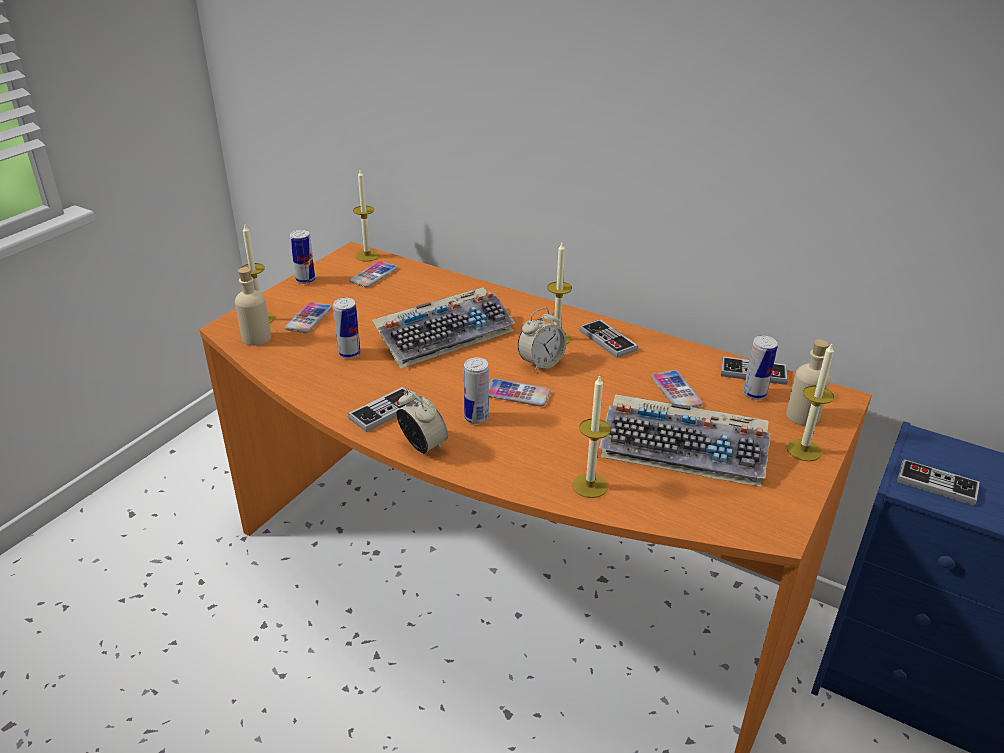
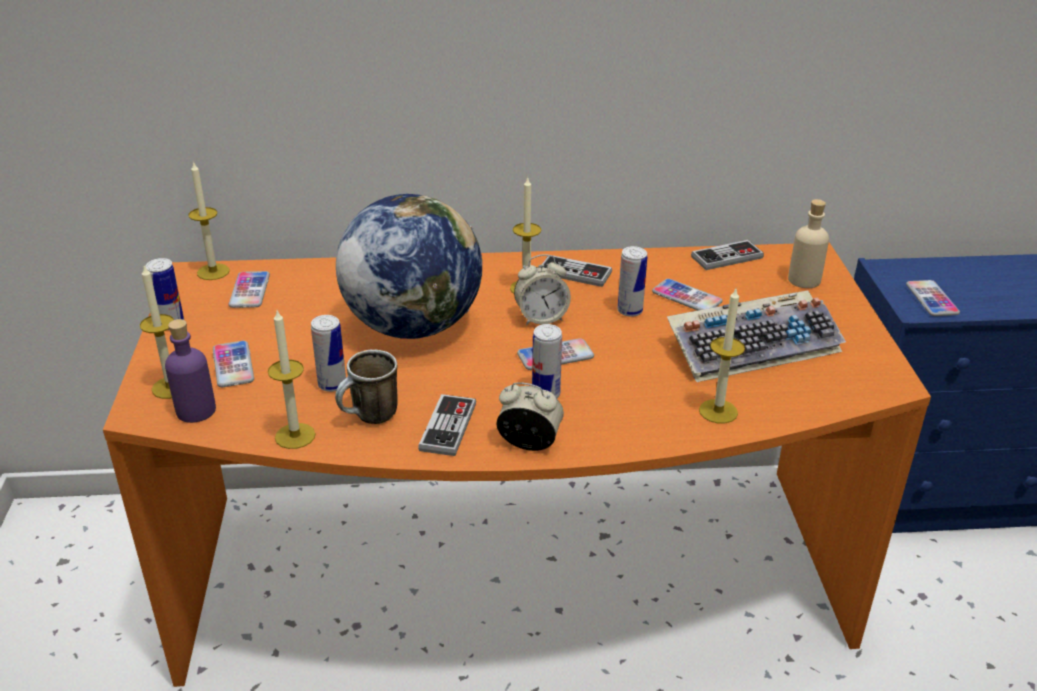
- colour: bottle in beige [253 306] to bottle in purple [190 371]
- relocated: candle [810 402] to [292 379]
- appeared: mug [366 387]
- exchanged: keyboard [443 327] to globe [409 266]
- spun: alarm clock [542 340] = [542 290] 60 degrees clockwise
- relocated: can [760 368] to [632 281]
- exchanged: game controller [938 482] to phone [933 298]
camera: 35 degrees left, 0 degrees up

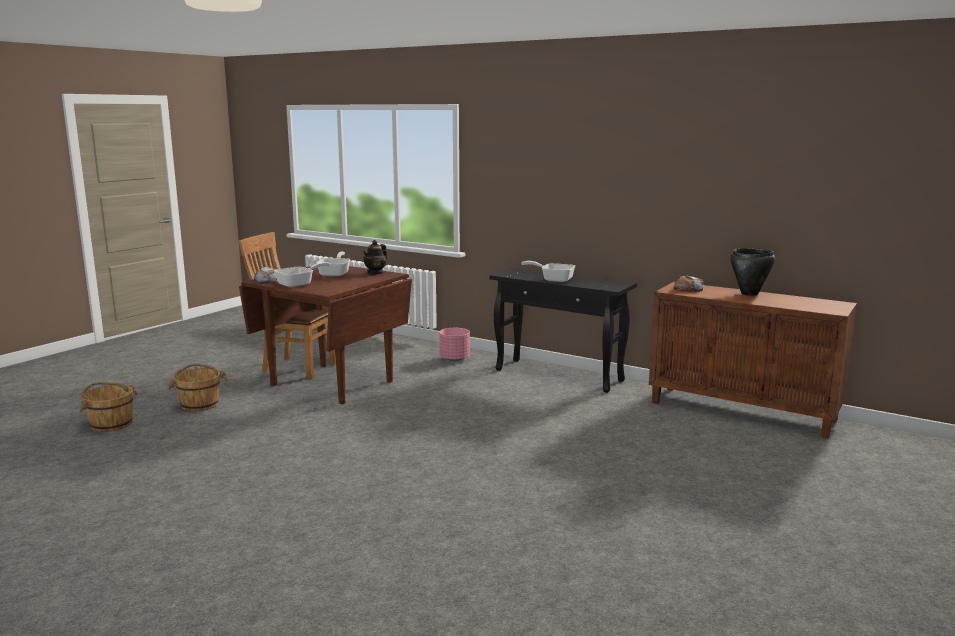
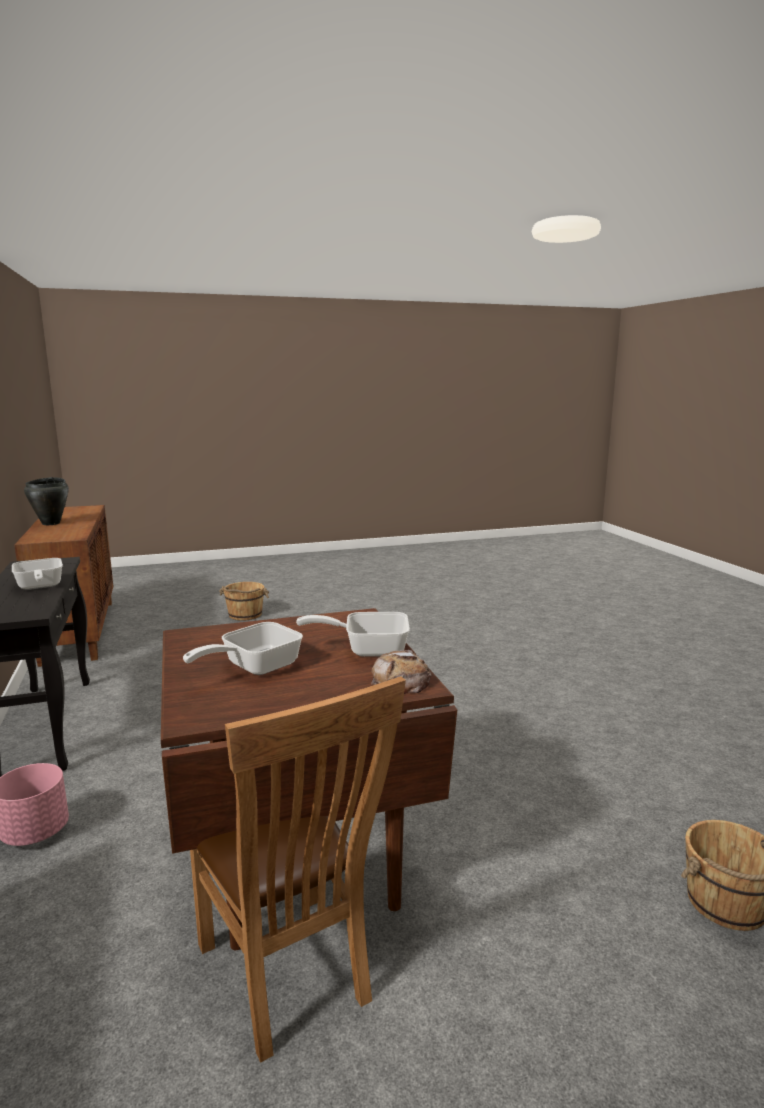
- relocated: bucket in brown [198 387] to [244 601]
- missing: teapot [375 257]
- missing: bread [688 283]
camera: 140 degrees left, 0 degrees up

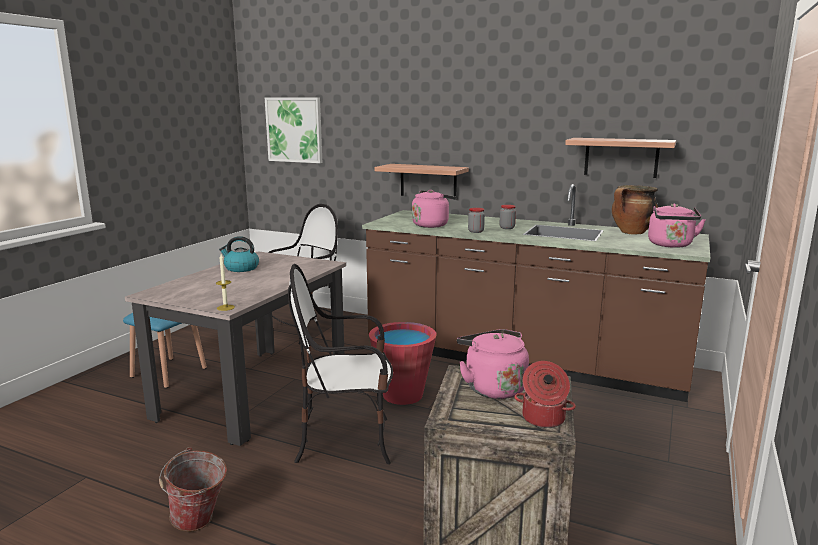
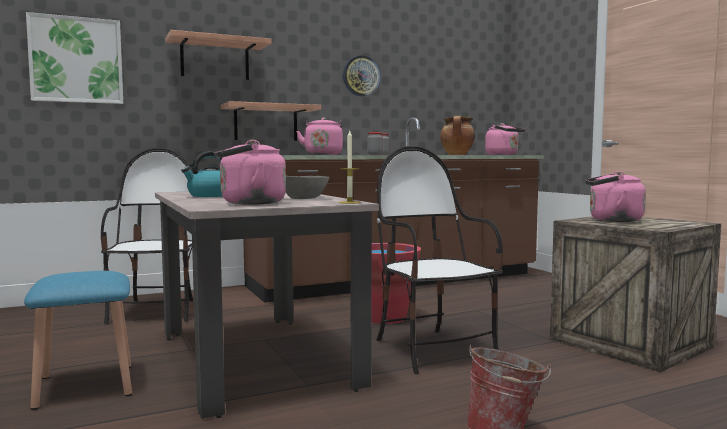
- relocated: shelf [620 158] to [218 55]
- appeared: kettle in pink [250 172]
- appeared: bowl in grey [307 187]
- appeared: wall clock [362 76]
- spun: chair [340 364] = [439 260] 120 degrees clockwise
- missing: cooking pot [545 394]
camera: 50 degrees left, 10 degrees down

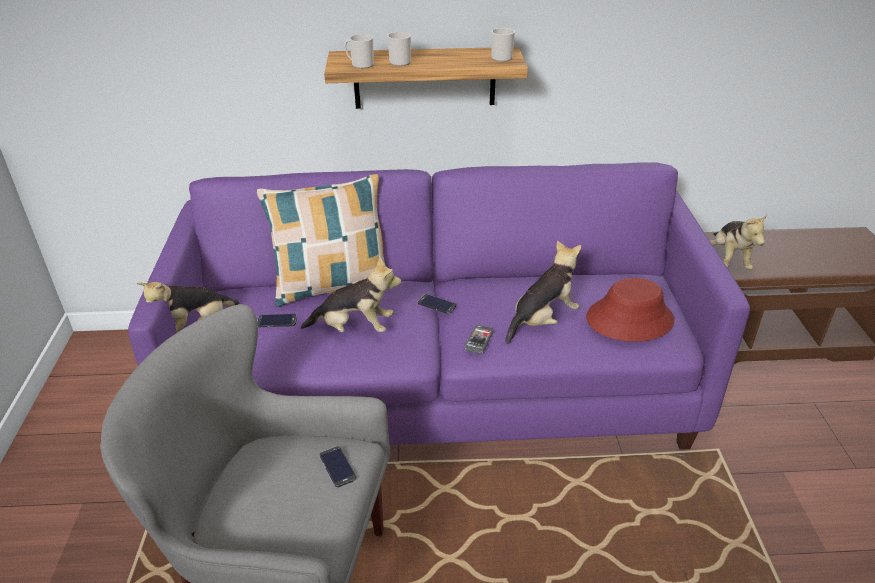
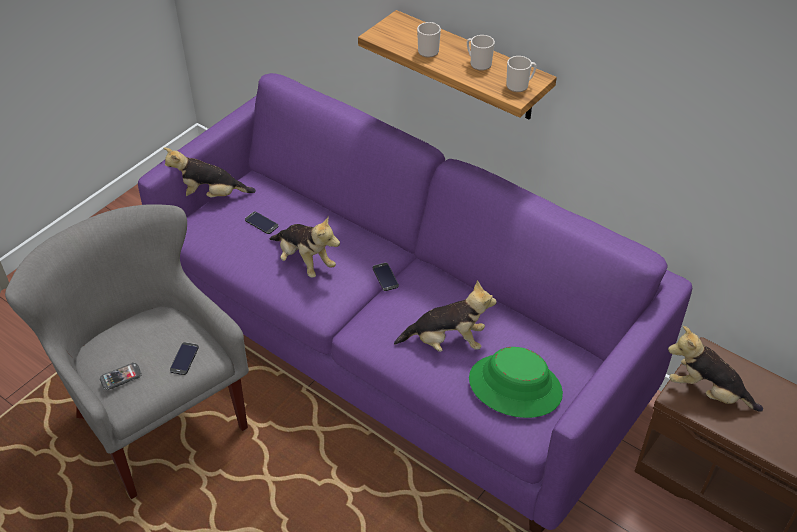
- relocated: phone [479 339] to [121 376]
- relocated: mug [359 51] to [481 53]
- colour: hat in red [630 310] to hat in green [516 382]
- spun: plush toy [738 242] = [715 369] 75 degrees clockwise
- missing: pillow [321 240]
camera: 40 degrees right, 10 degrees up

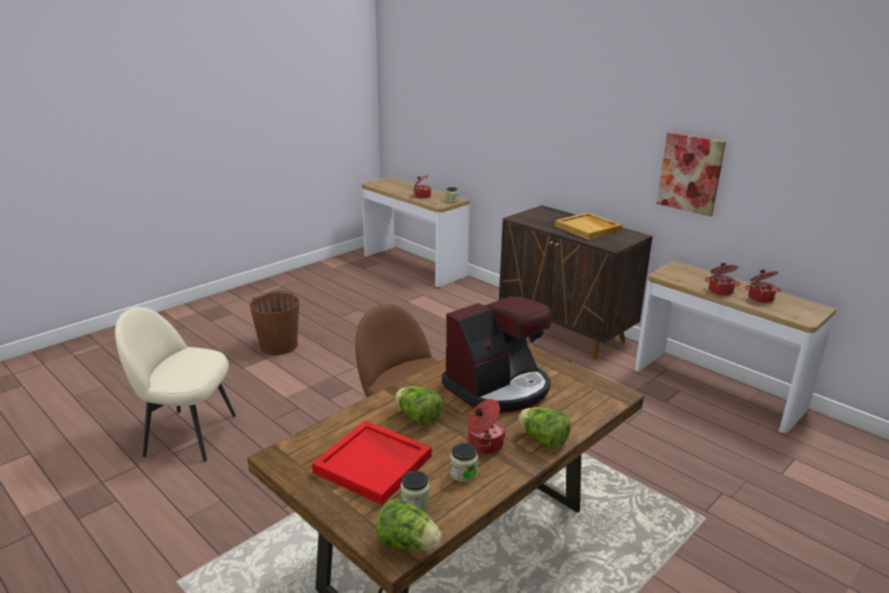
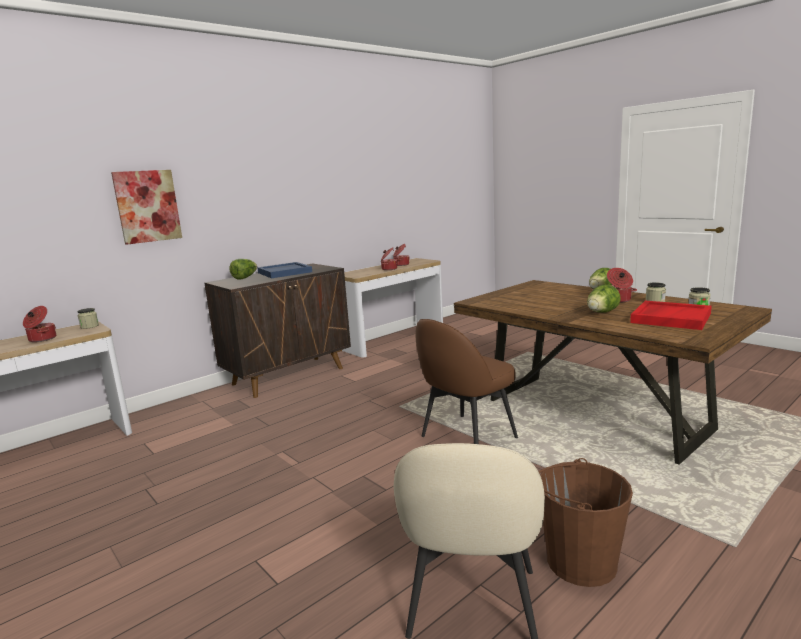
- relocated: picture [691 174] to [146 207]
- relocated: lettuce [409 524] to [243 269]
- colour: tray in beige [588 226] to tray in blue [284 270]
- relocated: bucket in brown [274 323] to [586 522]
- missing: coffee machine [497 354]
camera: 85 degrees left, 10 degrees down

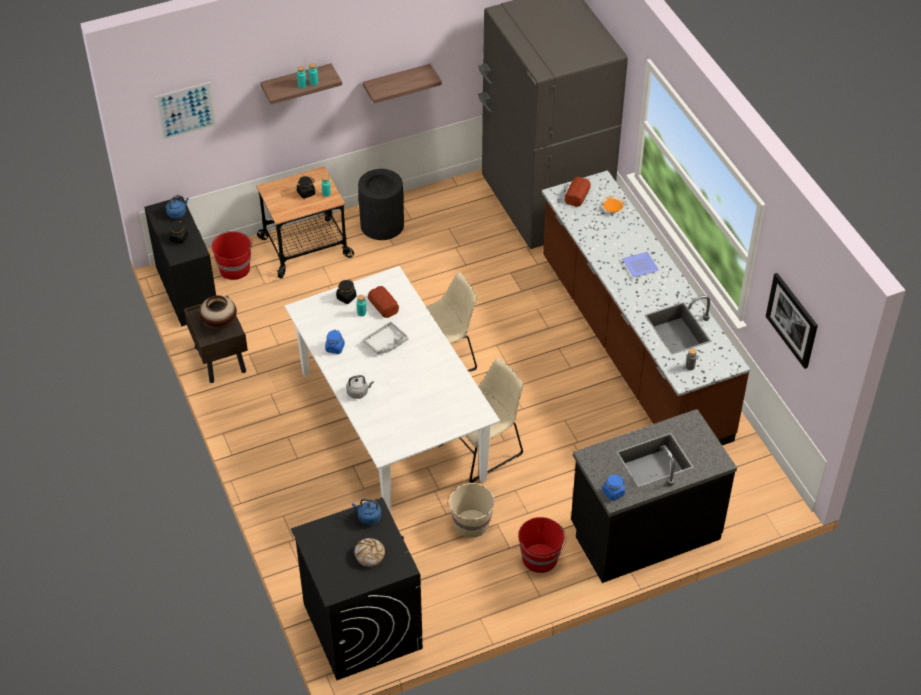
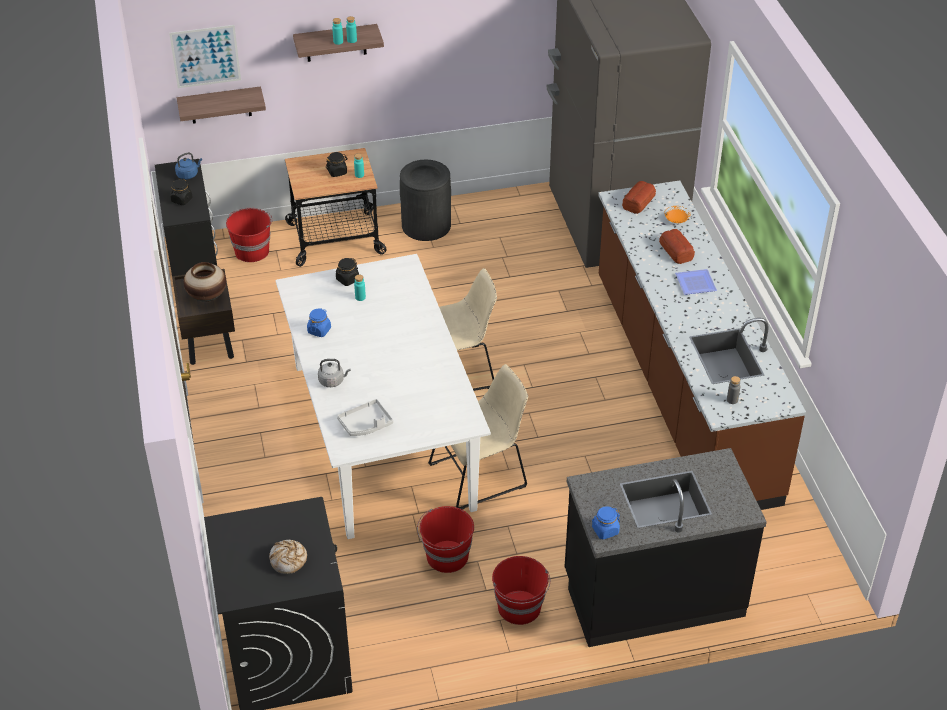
- relocated: shelf [402 83] to [221 105]
- relocated: tray in grey [386 338] to [365 417]
- colour: bucket in beige [471 510] to bucket in red [445 539]
- relocated: bread [383 302] to [677 246]
- missing: kettle in blue [366 512]
- missing: picture [792 321]
camera: 10 degrees right, 5 degrees down

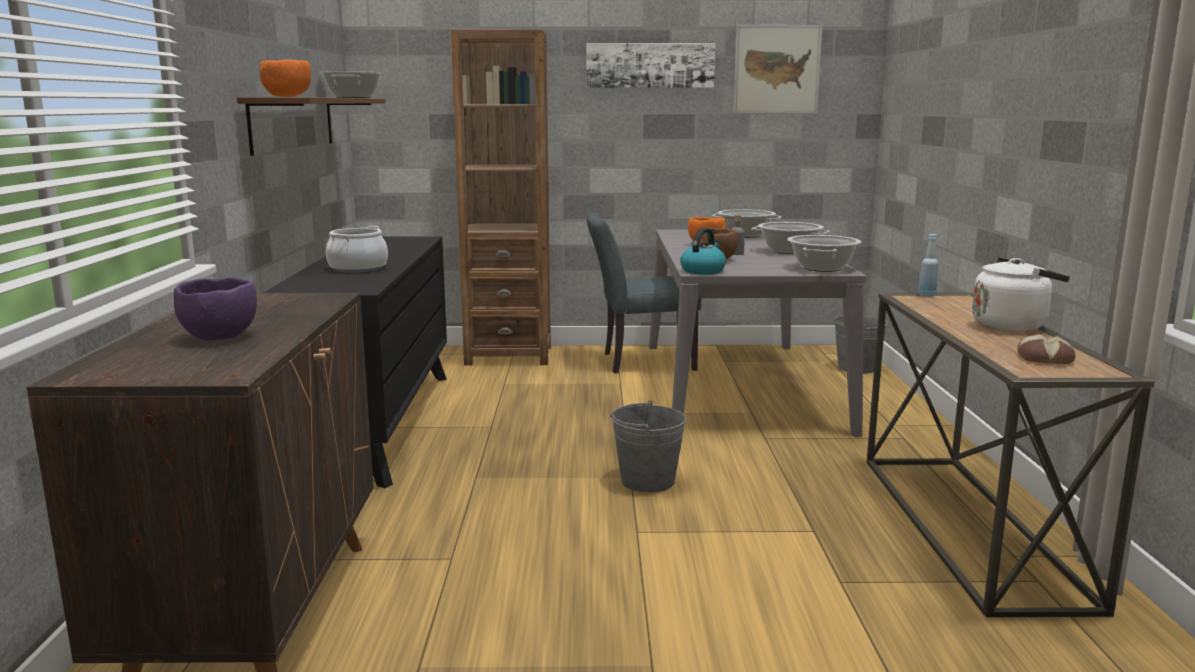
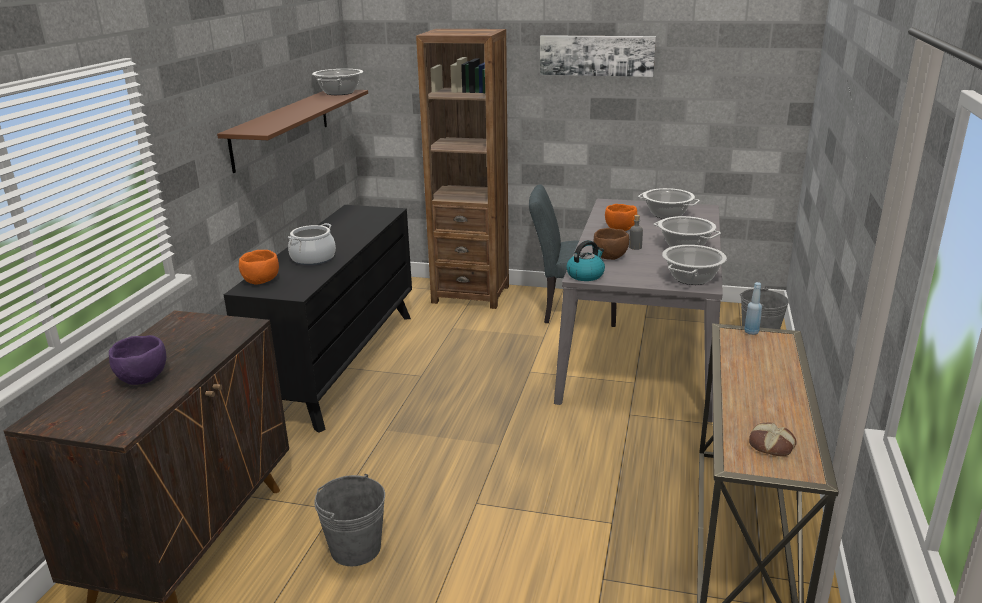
- relocated: bowl in orange [285 78] to [259 267]
- relocated: bucket in grey [648 446] to [349 520]
- missing: picture [777 69]
- missing: kettle in white [1021 294]
camera: 15 degrees right, 10 degrees up

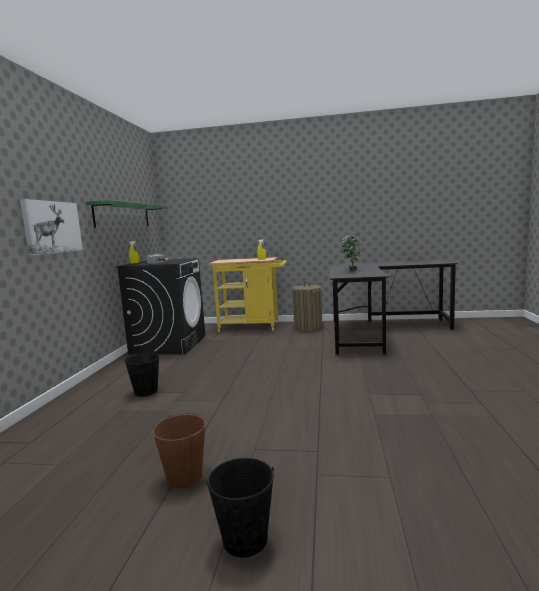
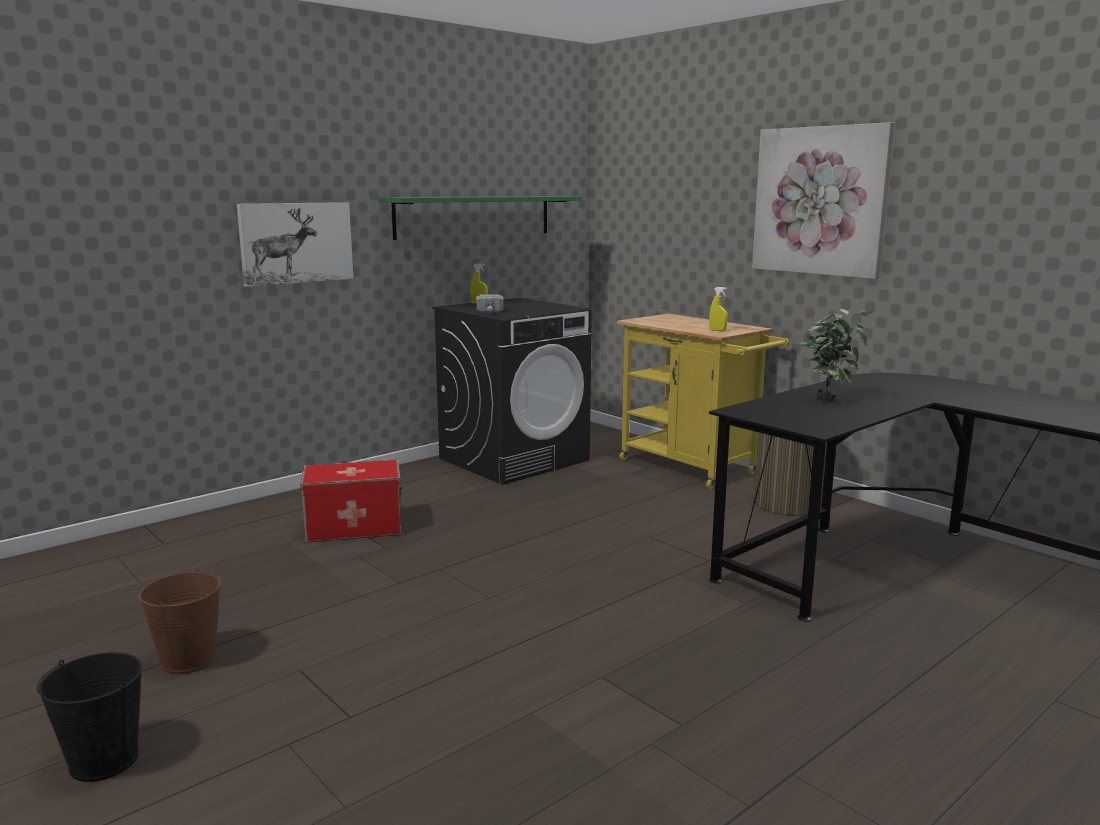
- exchanged: bucket in black [141 375] to storage box [351 501]
- appeared: picture [823 200]
camera: 40 degrees right, 5 degrees up

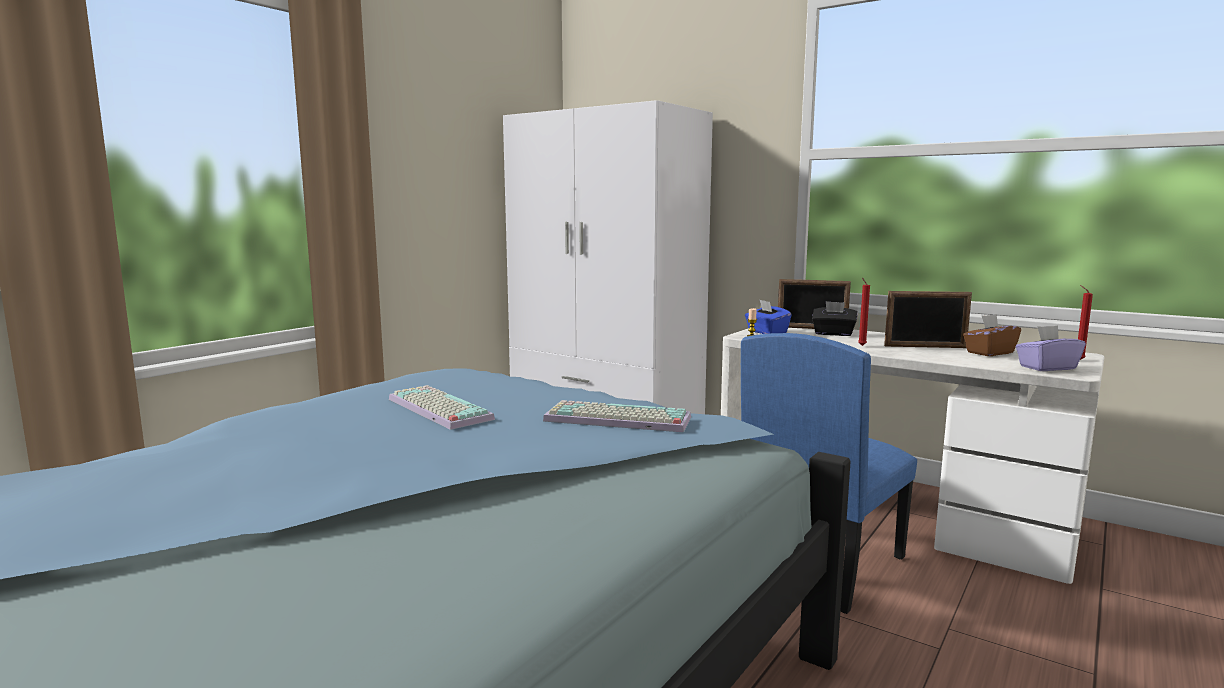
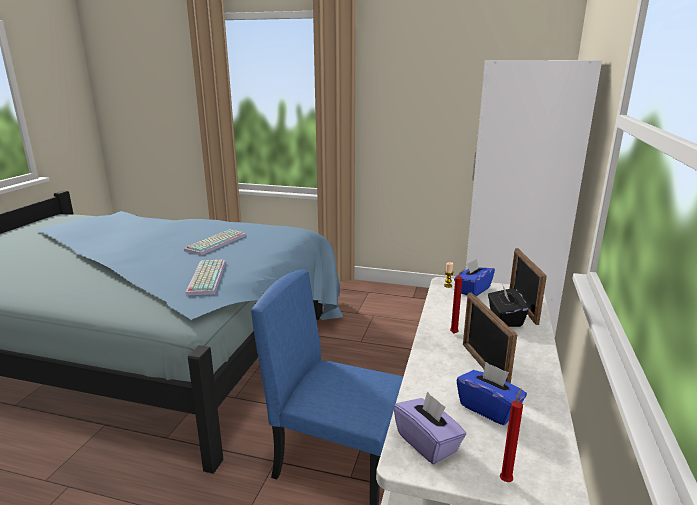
- colour: tissue box in brown [992 335] to tissue box in blue [492 393]
camera: 70 degrees right, 10 degrees up

